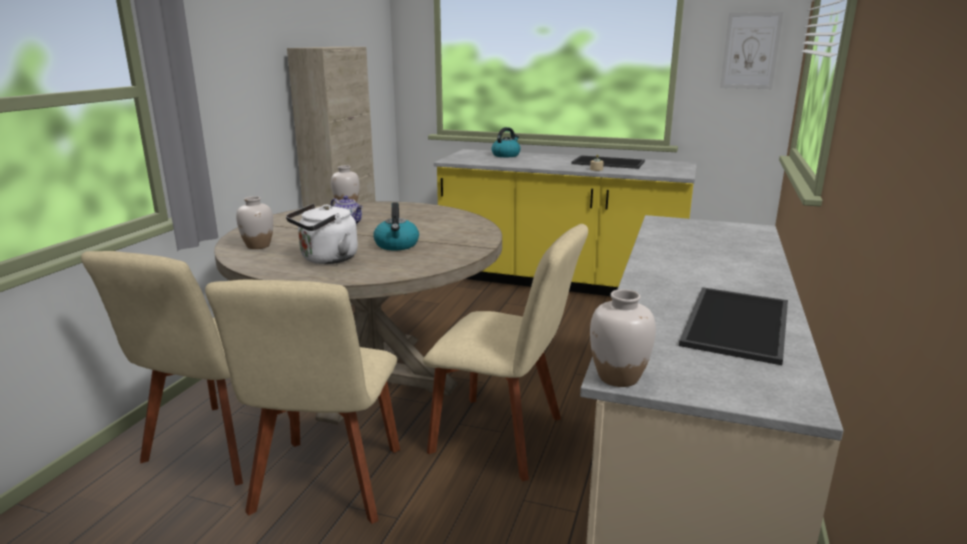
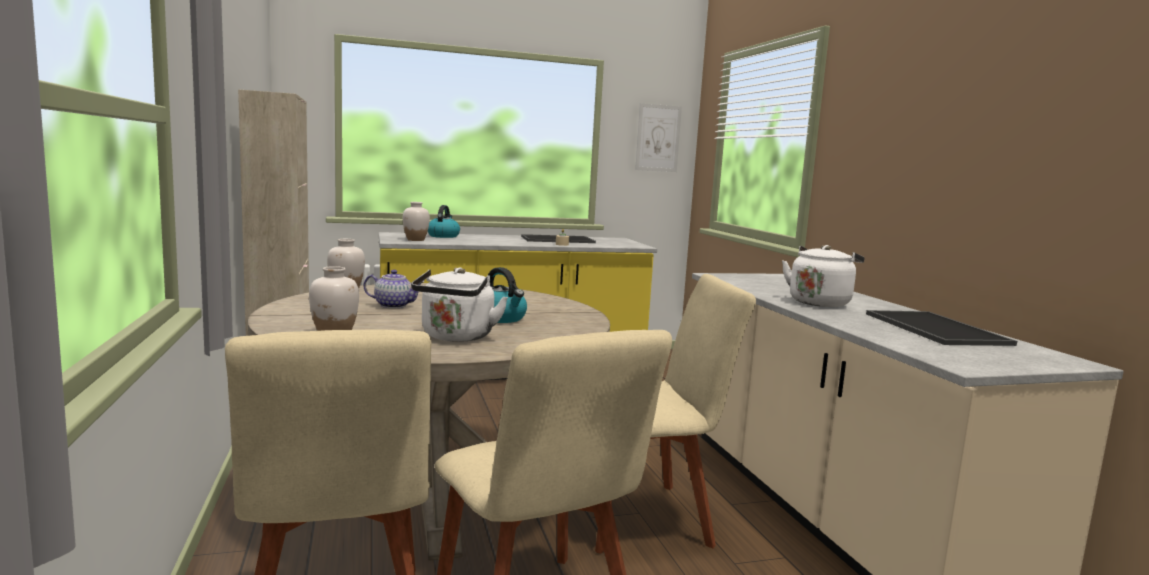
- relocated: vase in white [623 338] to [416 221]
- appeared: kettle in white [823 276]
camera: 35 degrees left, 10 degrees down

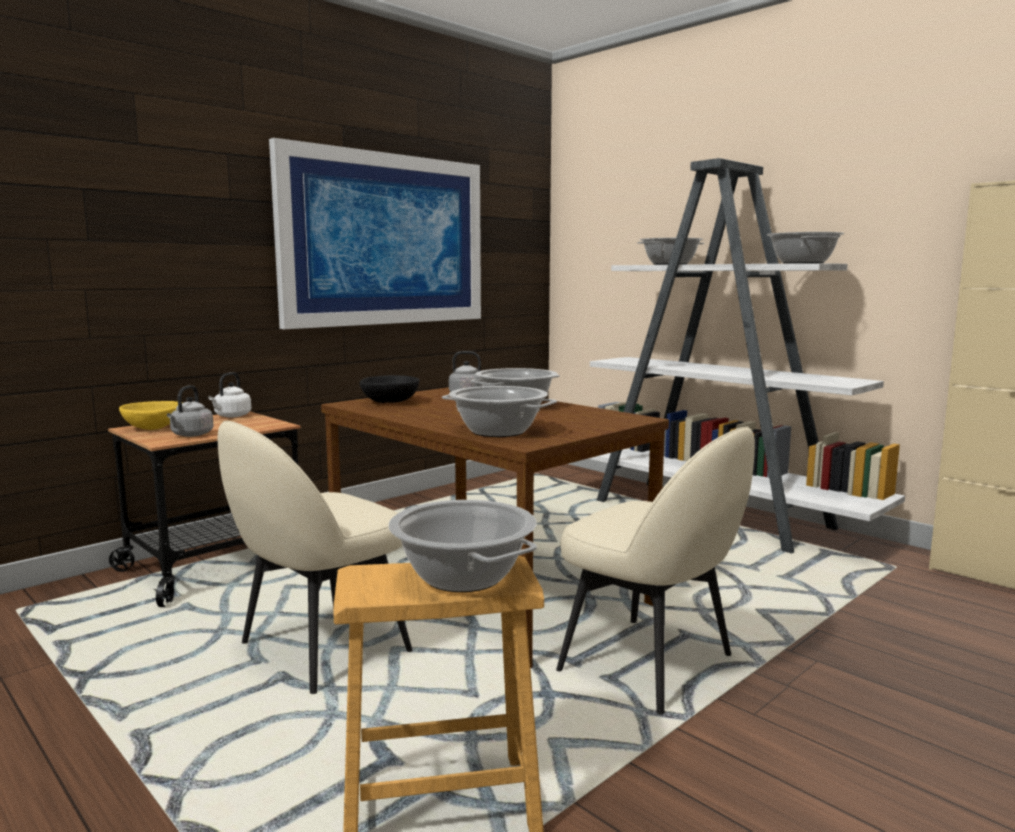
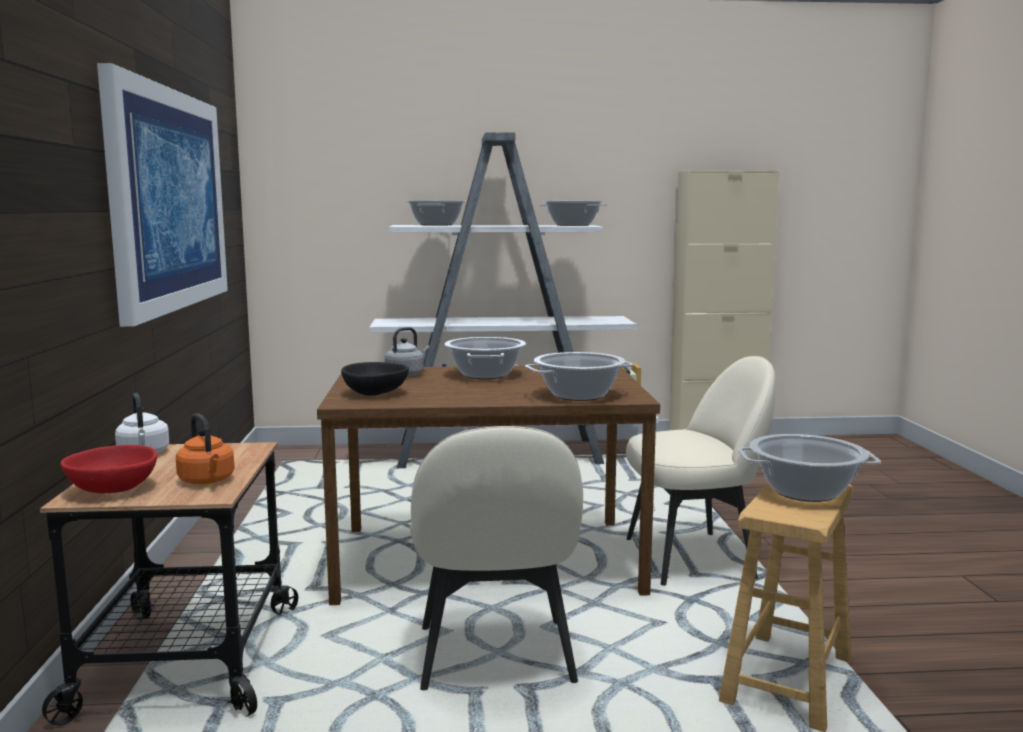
- colour: bowl in yellow [148 415] to bowl in red [108 469]
- colour: kettle in grey [190 411] to kettle in orange [205 449]
camera: 50 degrees left, 0 degrees up

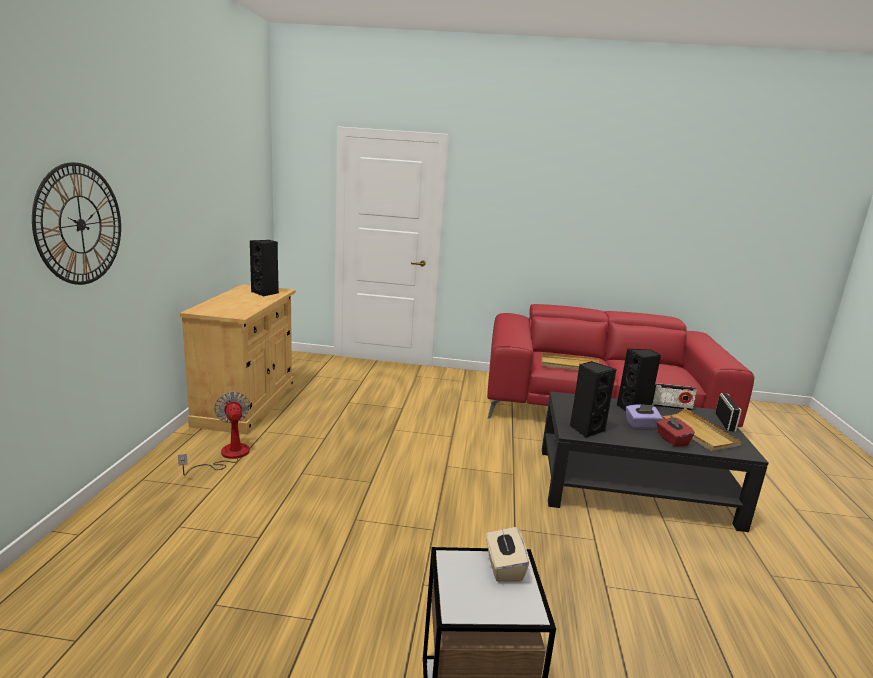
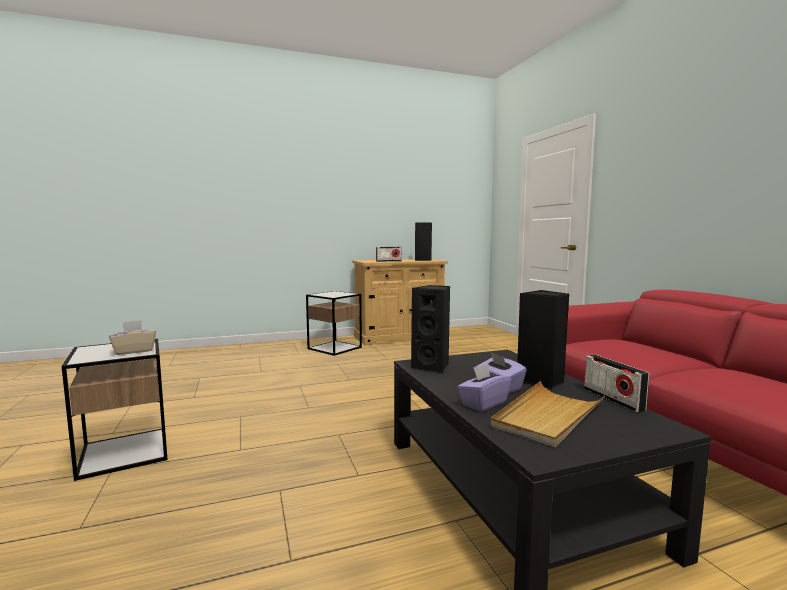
- exchanged: fan [214 433] to side table [334 323]
- relocated: radio [728 412] to [389 254]
- colour: tissue box in red [676 431] to tissue box in purple [484 388]
- missing: wall clock [76 223]
- missing: tray in beige [570 361]
camera: 65 degrees right, 10 degrees down

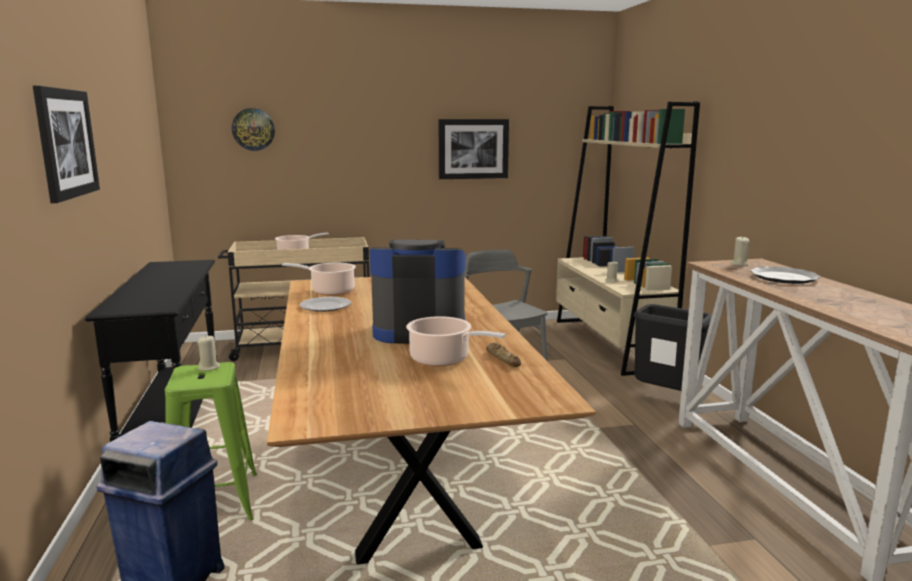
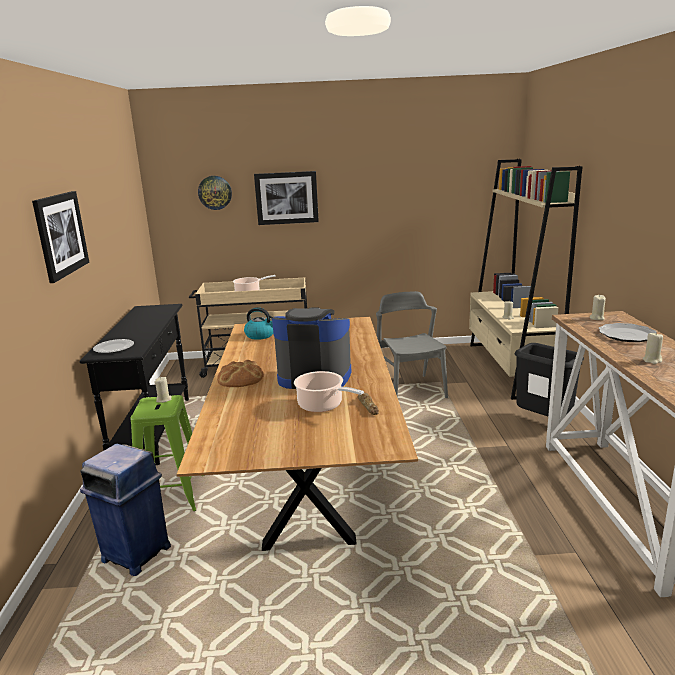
- relocated: plate [325 304] to [113 346]
- appeared: bread [240 373]
- exchanged: cooking pot [319 279] to kettle [258 323]
- relocated: picture [474 149] to [286 198]
- appeared: candle in beige [652 348]
camera: 10 degrees right, 5 degrees up

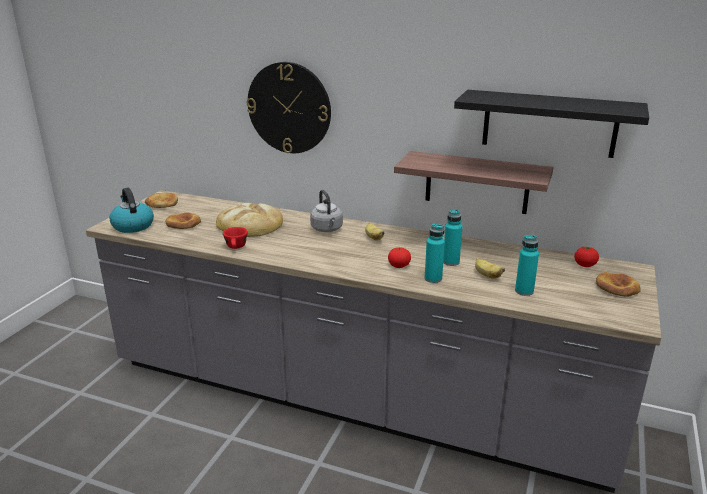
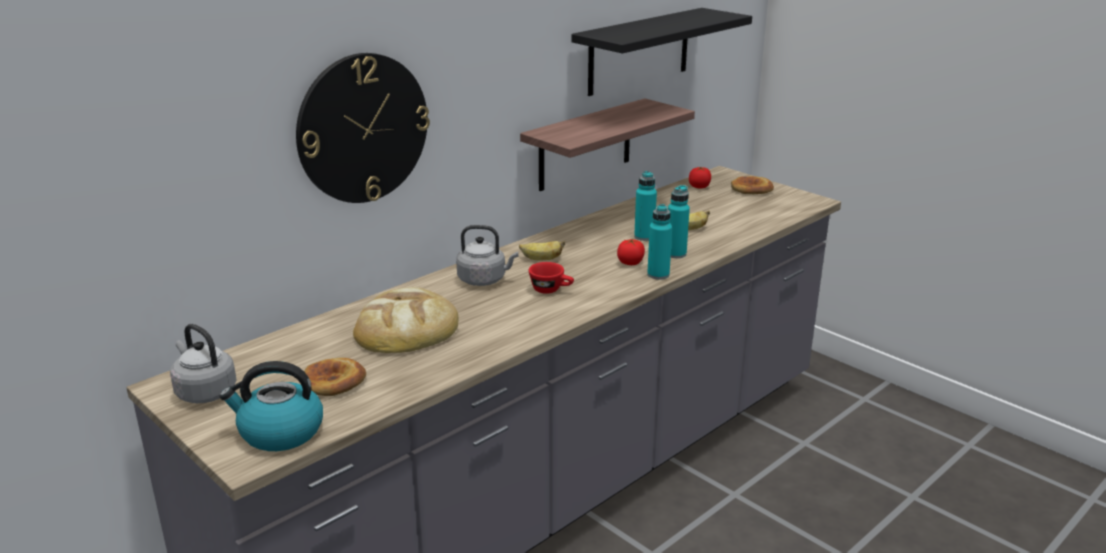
- exchanged: bread [161 200] to kettle in grey [203 363]
- relocated: cup in red [235 238] to [551 278]
- relocated: bottle in turquoise [527 265] to [659 242]
camera: 65 degrees left, 0 degrees up

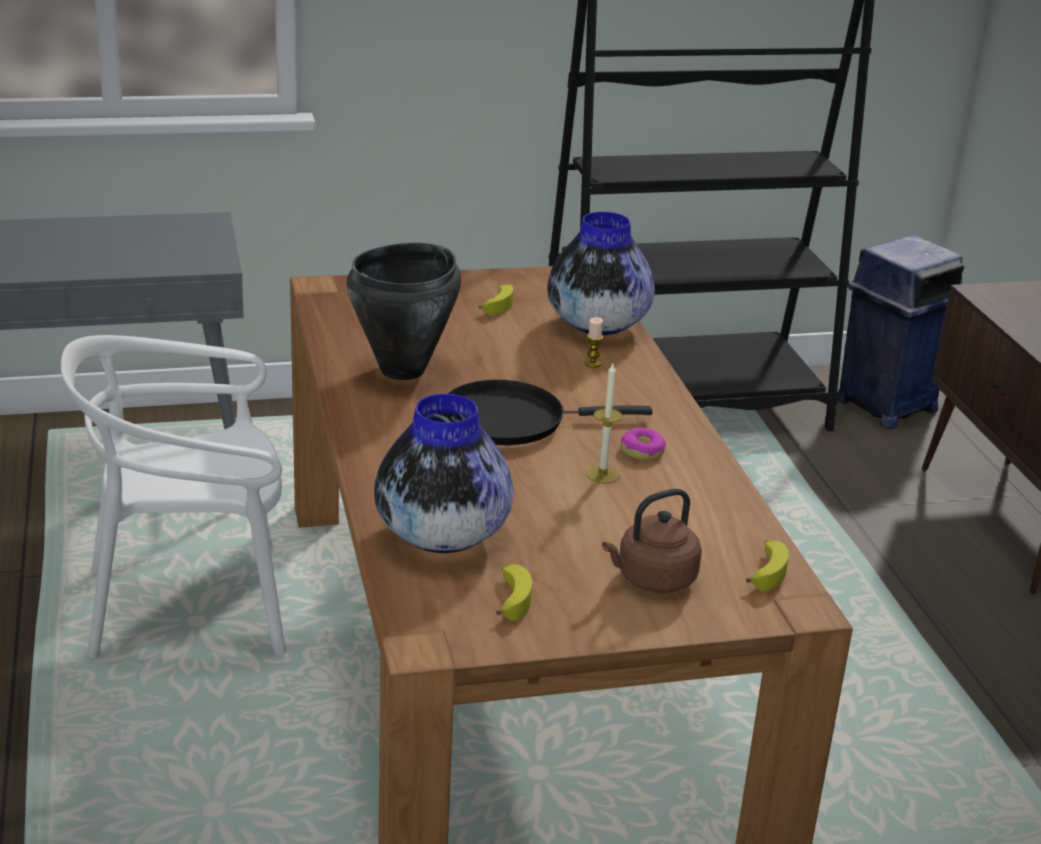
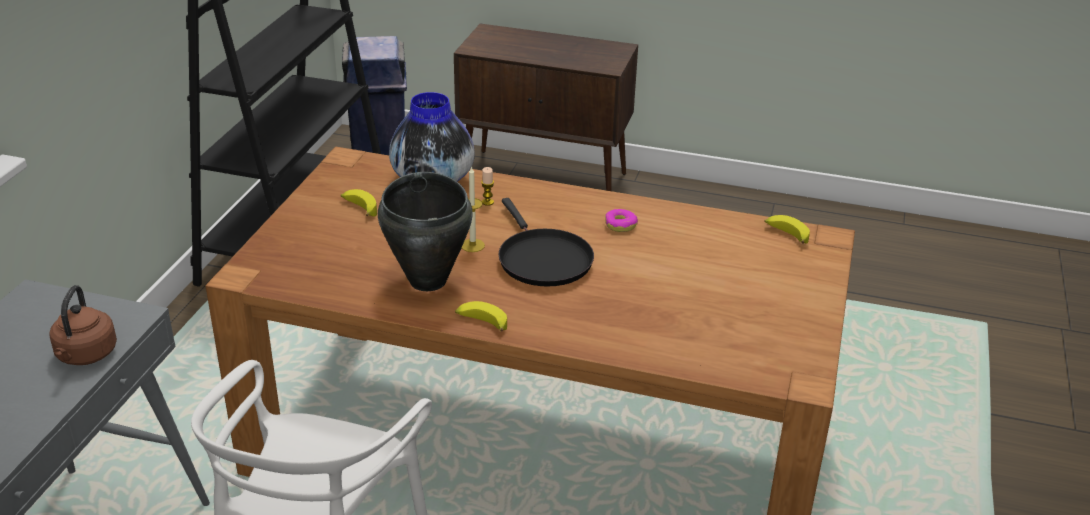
- relocated: kettle in brown [652 541] to [83 325]
- relocated: banana [514 592] to [481 316]
- relocated: candle [604 424] to [473 209]
- spun: frying pan in black [550 412] = [546 242] 45 degrees counterclockwise
- missing: vase [444 473]
camera: 60 degrees left, 5 degrees up

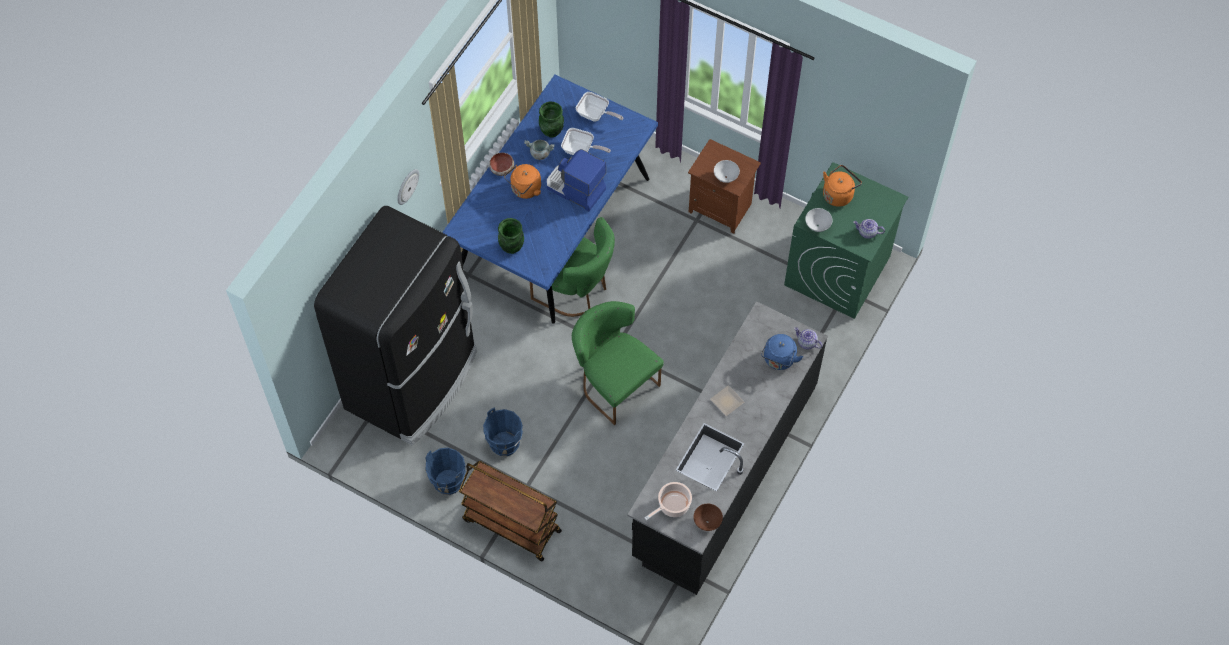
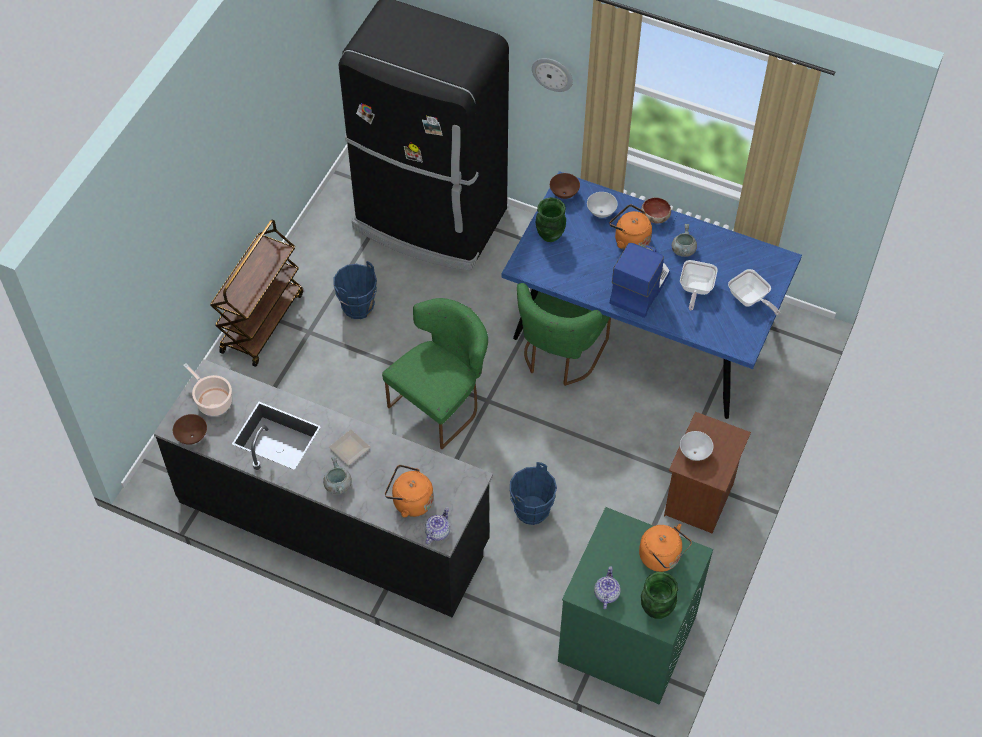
- appeared: cooking pot in grey [337 475]
- colour: kettle in blue [782 352] to kettle in orange [409 491]
- relocated: bucket in blue [445 471] to [533 493]
- appeared: bowl in brown [565 186]
- relocated: bowl in white [818 220] to [602 205]
- relocated: vase in green [551 120] to [659 595]
- spun: frying pan [599 107] = [754 292] 60 degrees counterclockwise
camera: 85 degrees right, 5 degrees down

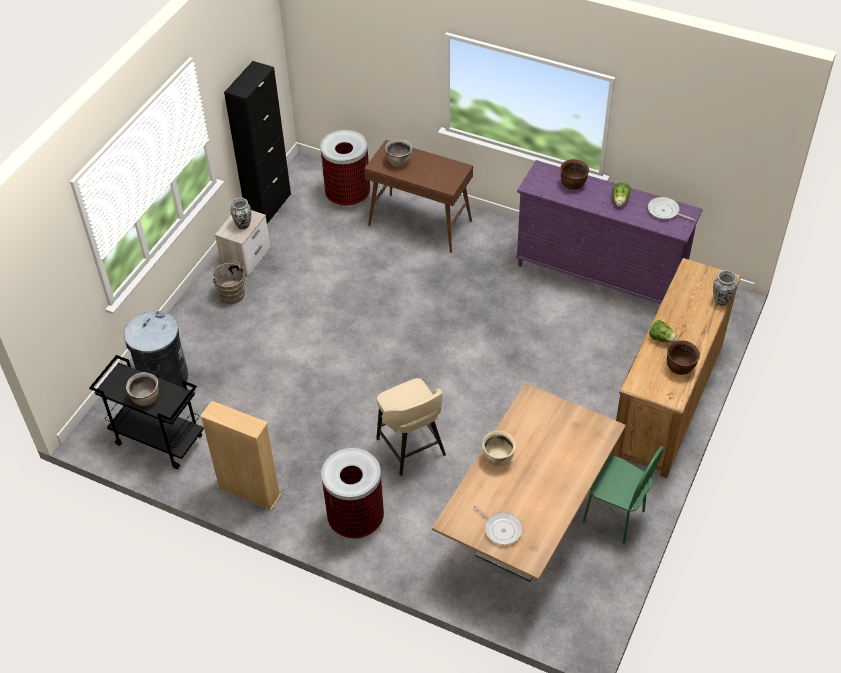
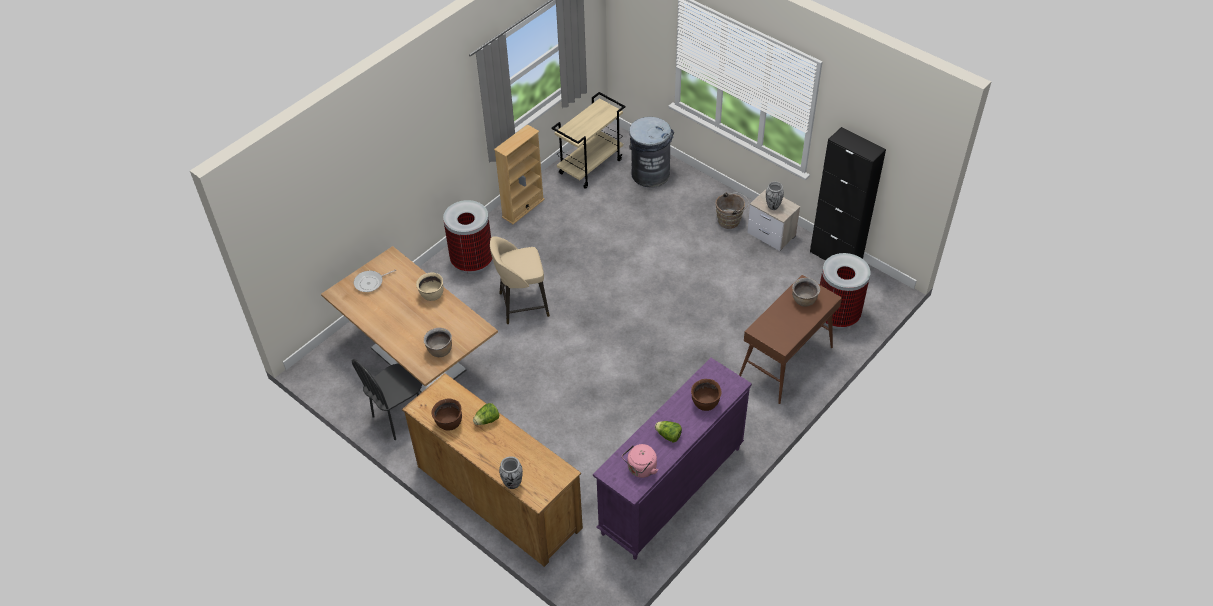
- colour: chair in green [623 495] to chair in black [387 399]
- relocated: cooking pot in brown [142 389] to [438 342]
- colour: cart in black [146 412] to cart in beige [588 140]
- exchanged: frying pan [671 209] to kettle in pink [640 461]
camera: 105 degrees right, 0 degrees up

